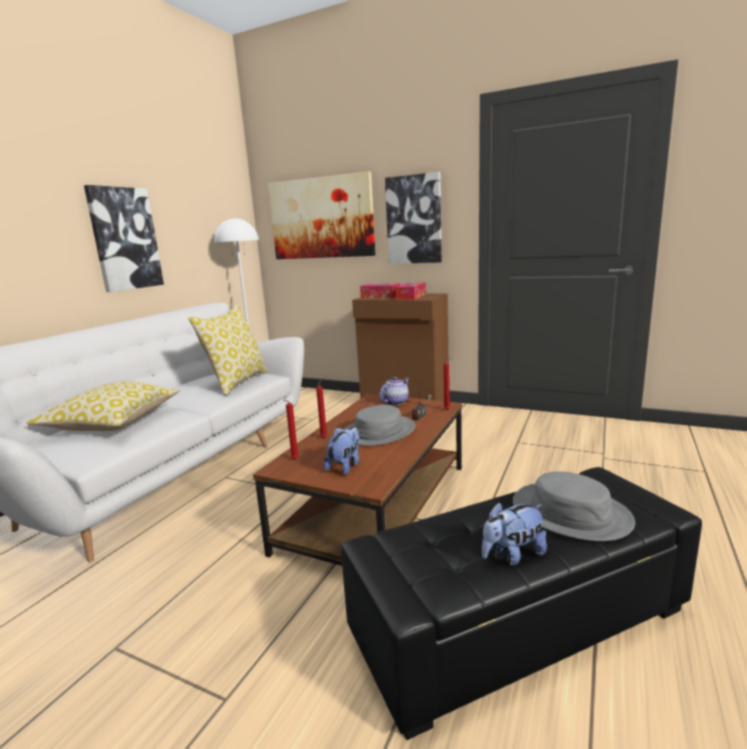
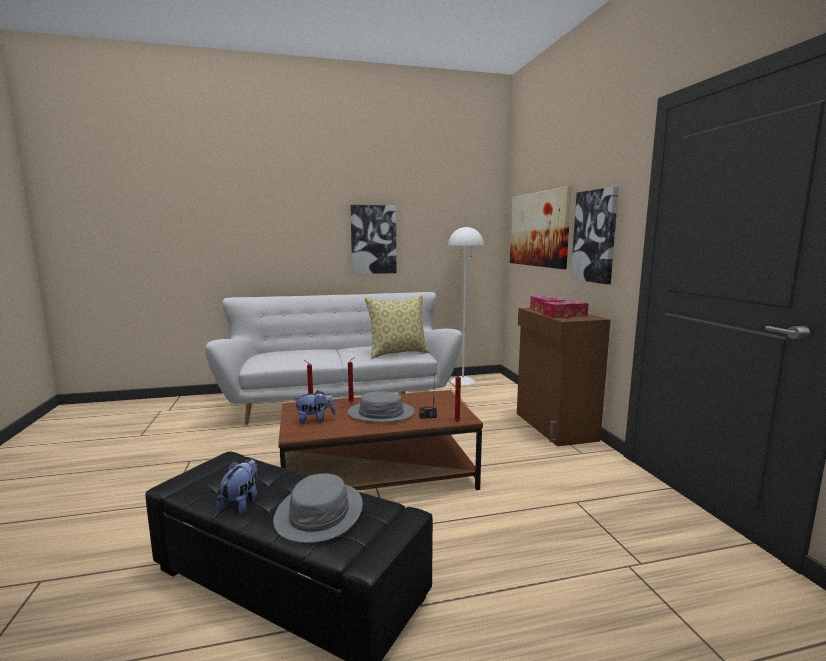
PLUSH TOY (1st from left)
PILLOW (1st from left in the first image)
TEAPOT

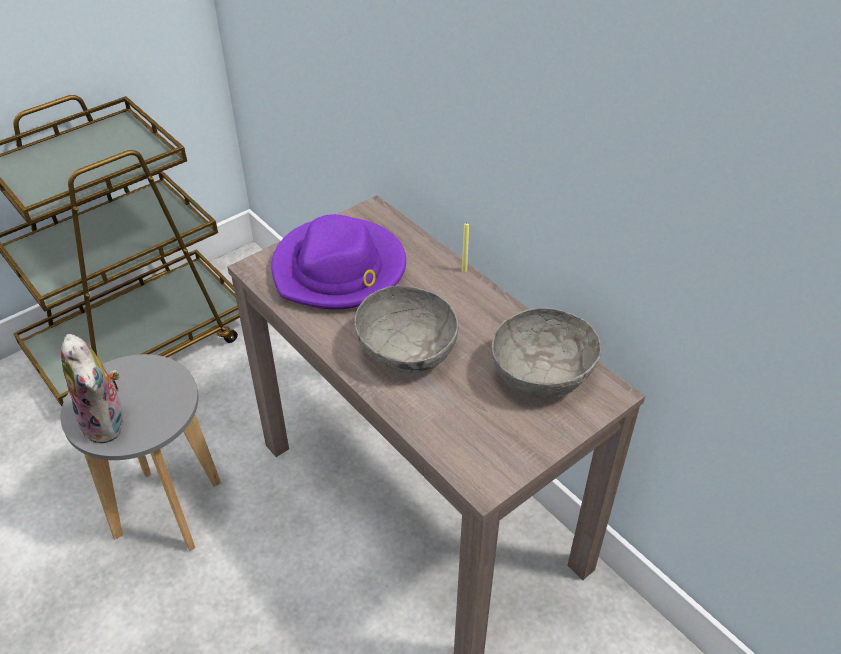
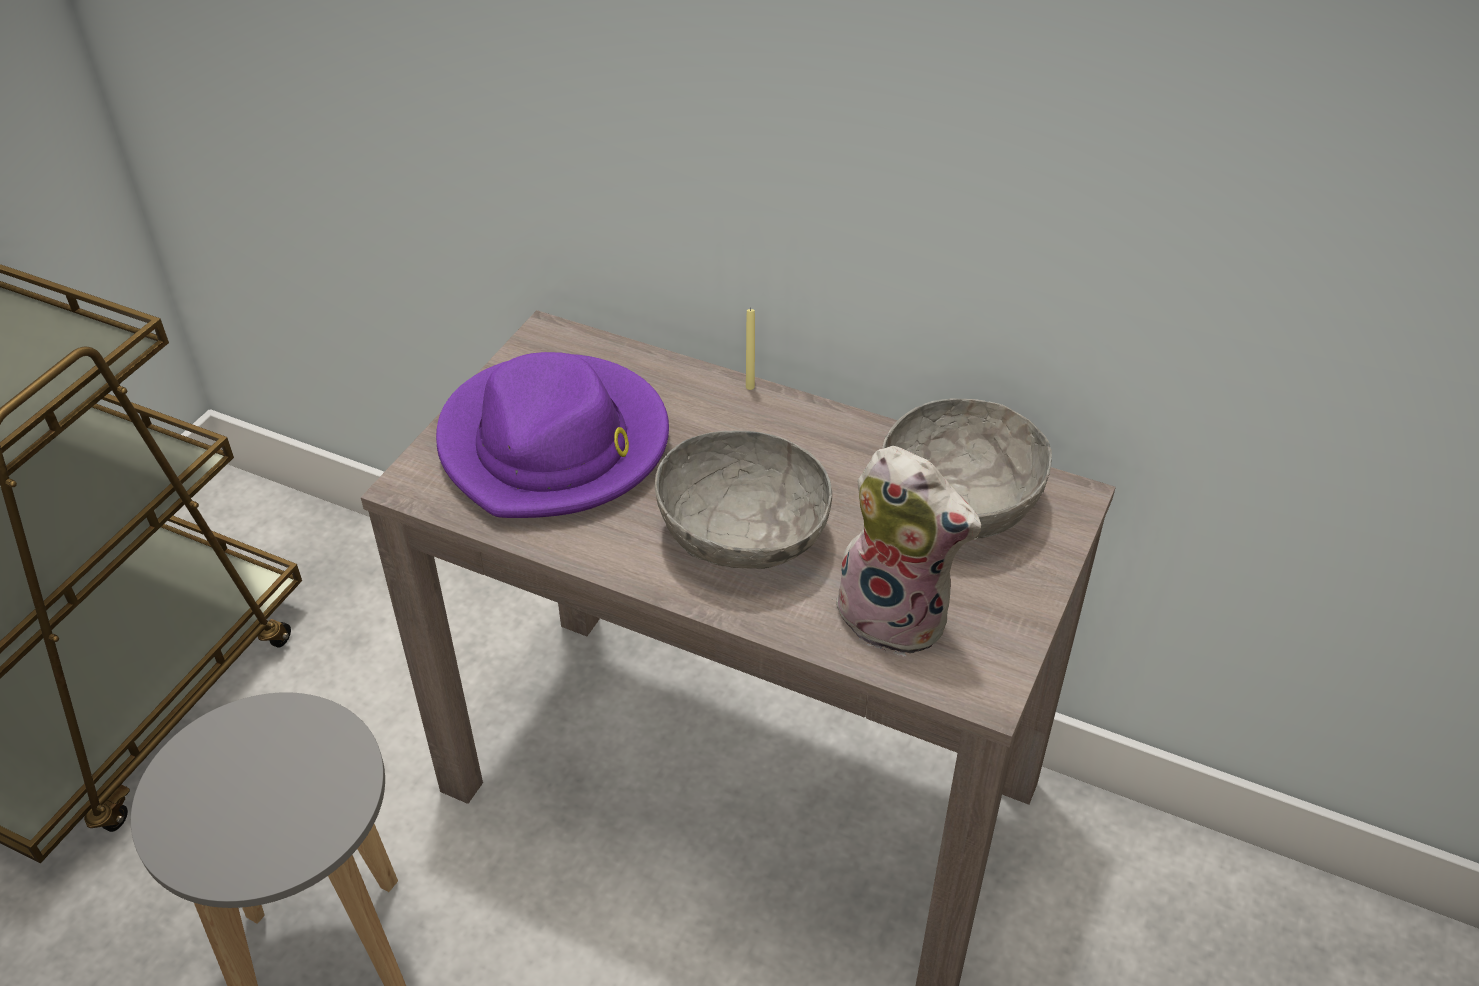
PLUSH TOY

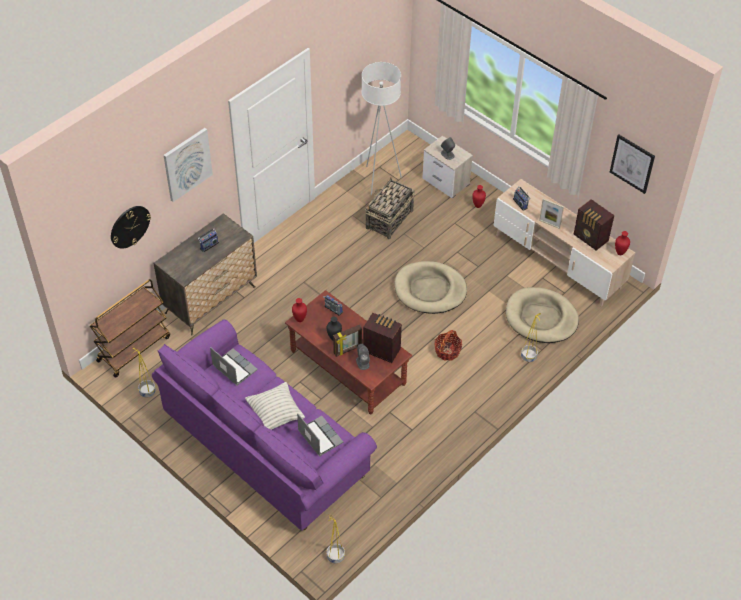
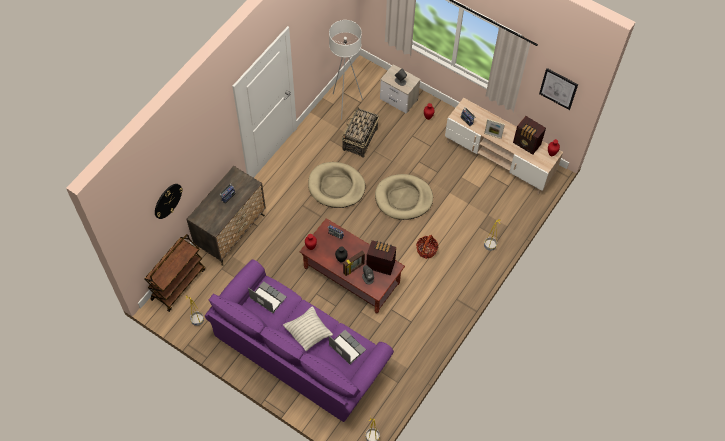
BEIGE DOG BED (1st from left)
PICTURE (1st from left in the first image)

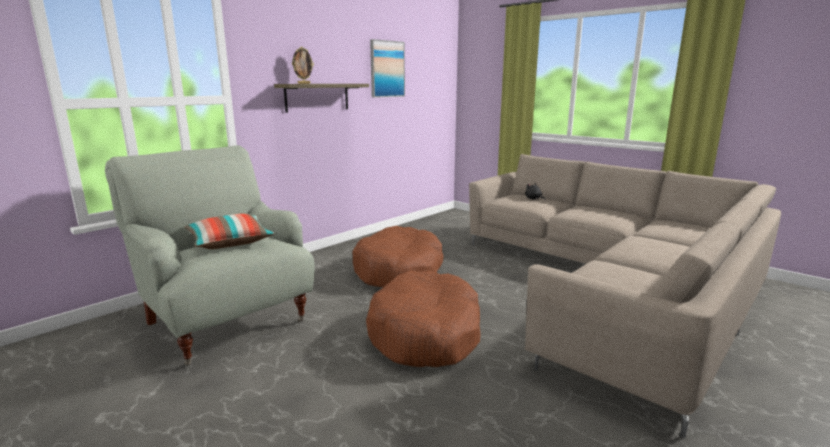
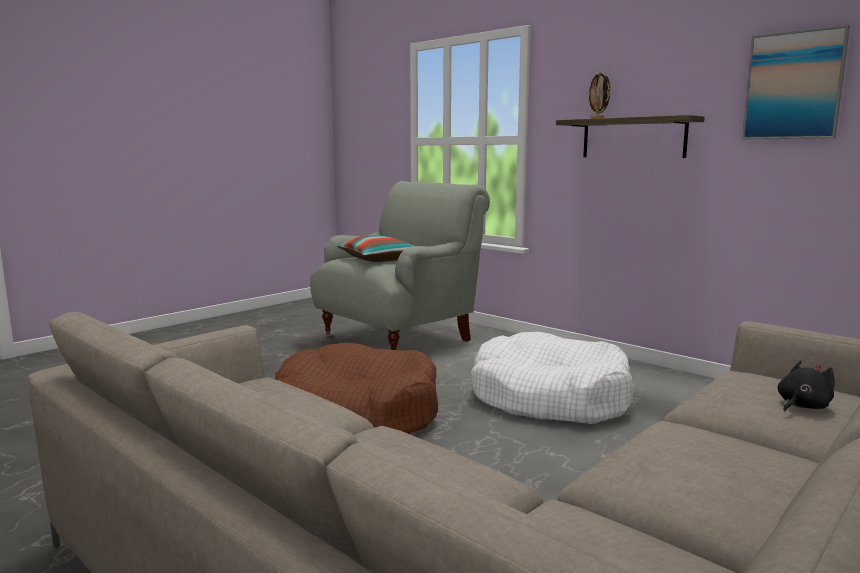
WHITE DOG BED

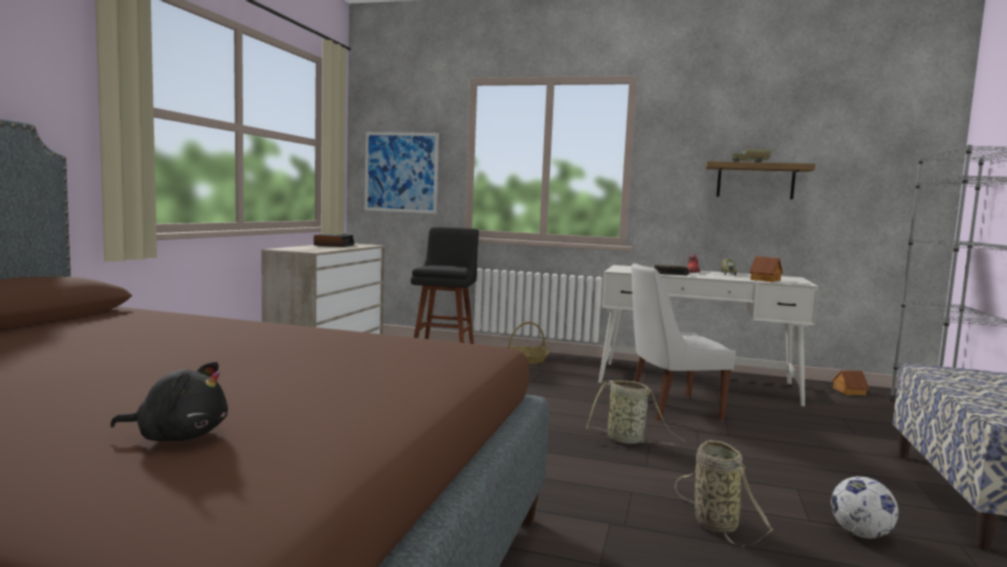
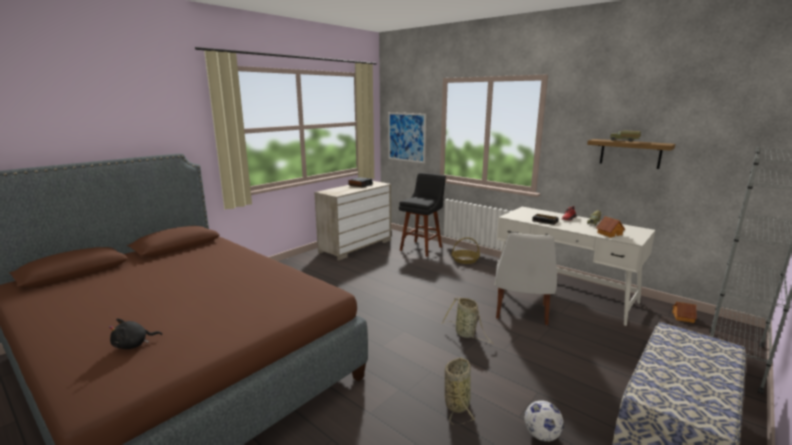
BLACK PLUSH TOY
WHITE CHAIR

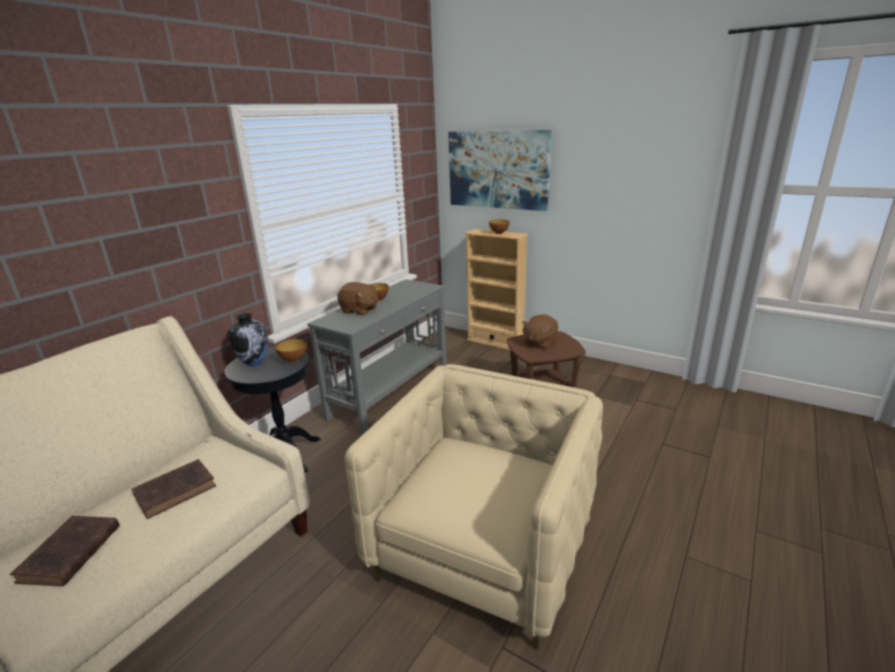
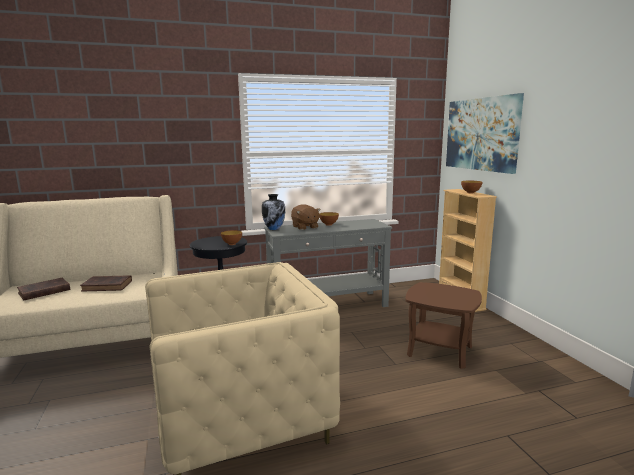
VASE
BROWN PLUSH TOY (2nd from left in the first image)

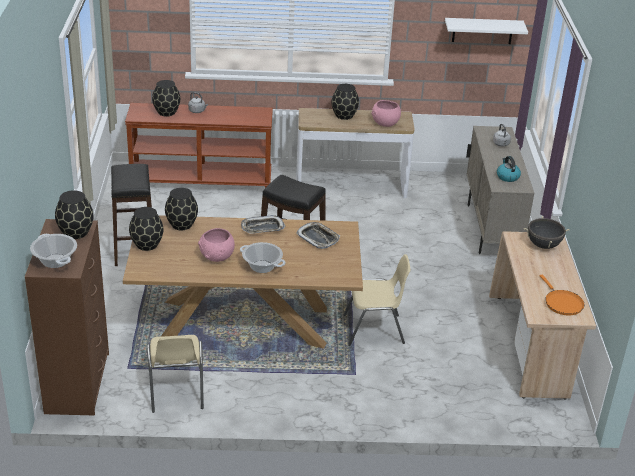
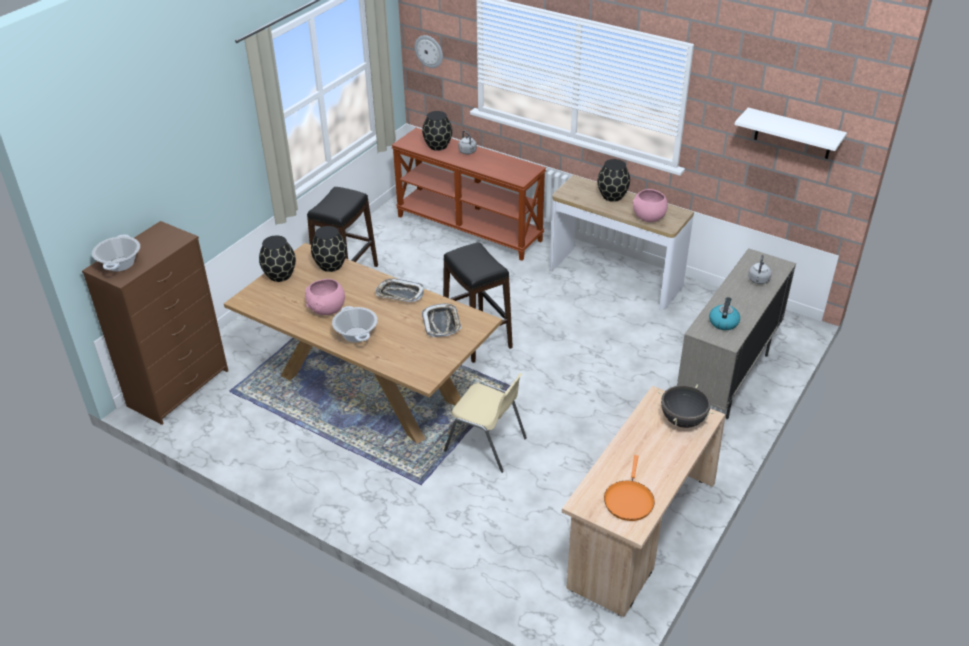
WALL CLOCK
BLACK VASE (1st from left in the first image)
BEIGE CHAIR (1st from left in the first image)

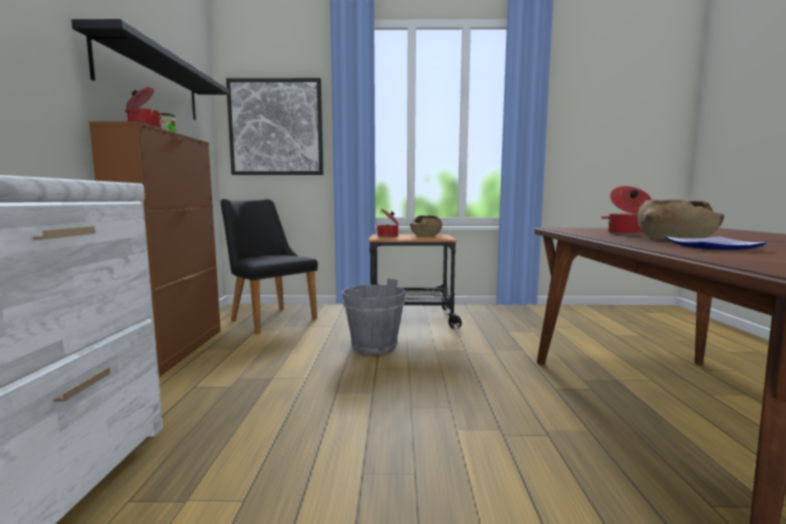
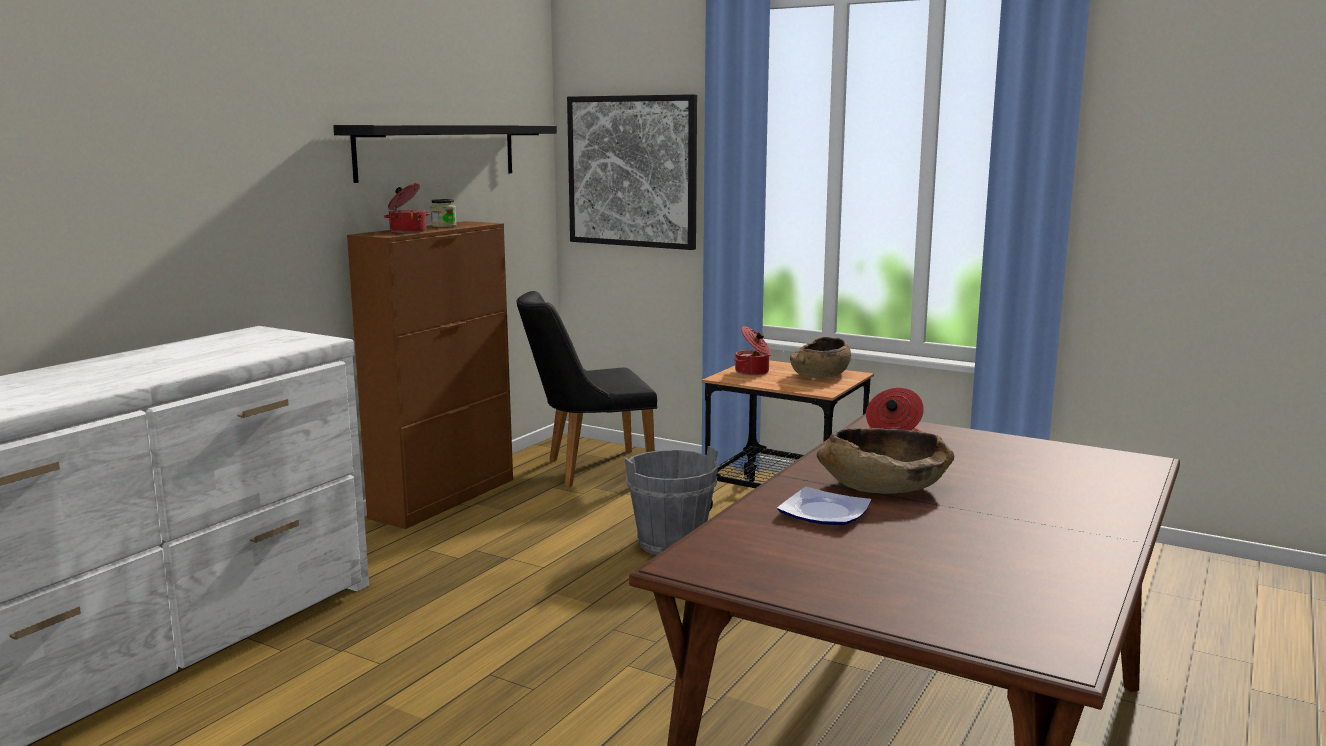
BLACK CHAIR

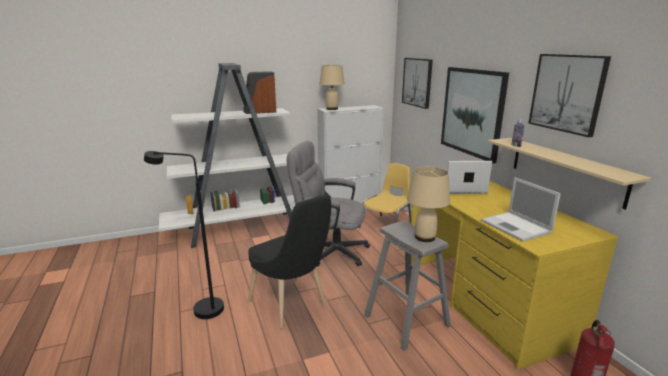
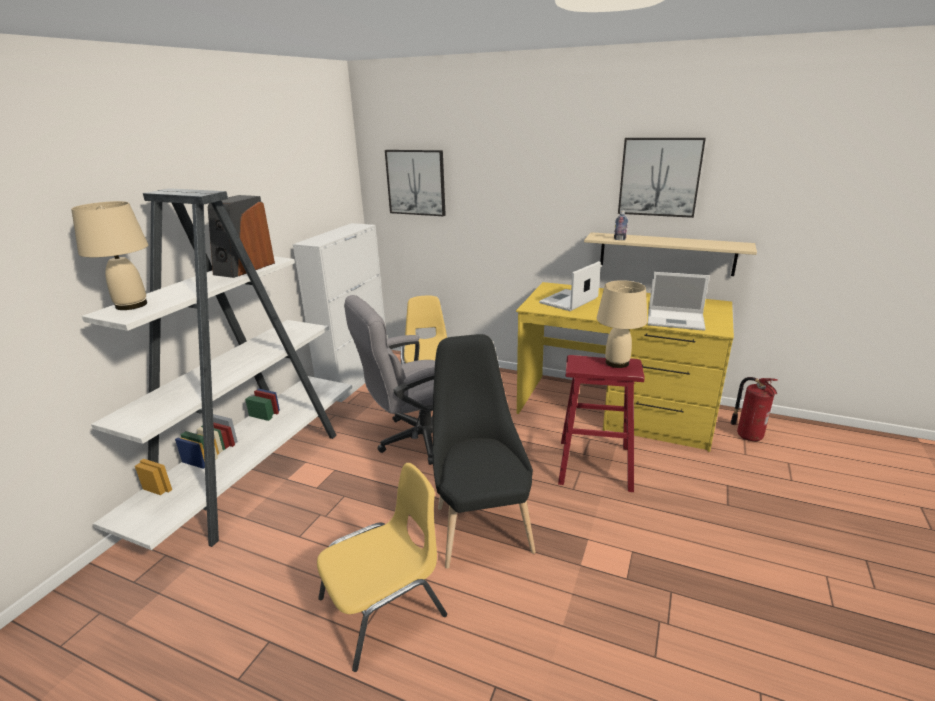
BEIGE TABLE LAMP (1st from left)
YELLOW CHAIR (1st from left)
BLACK CHAIR
RED STOOL
PICTURE (2nd from left in the first image)

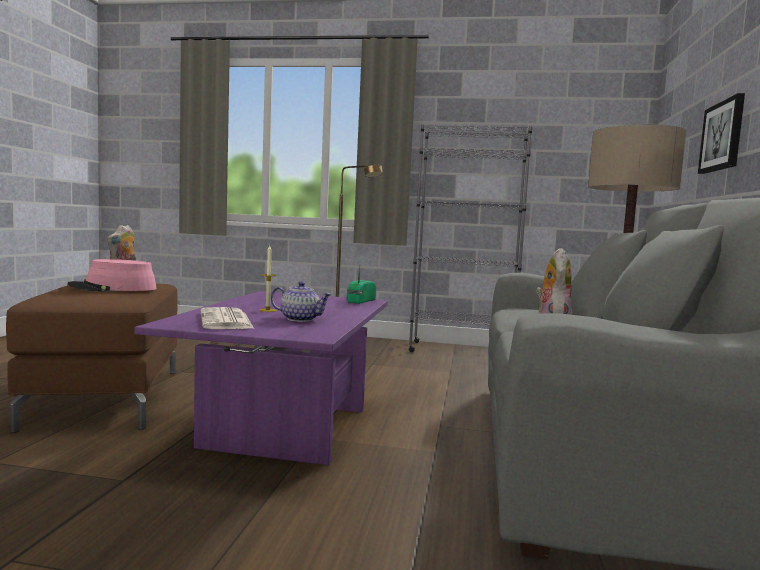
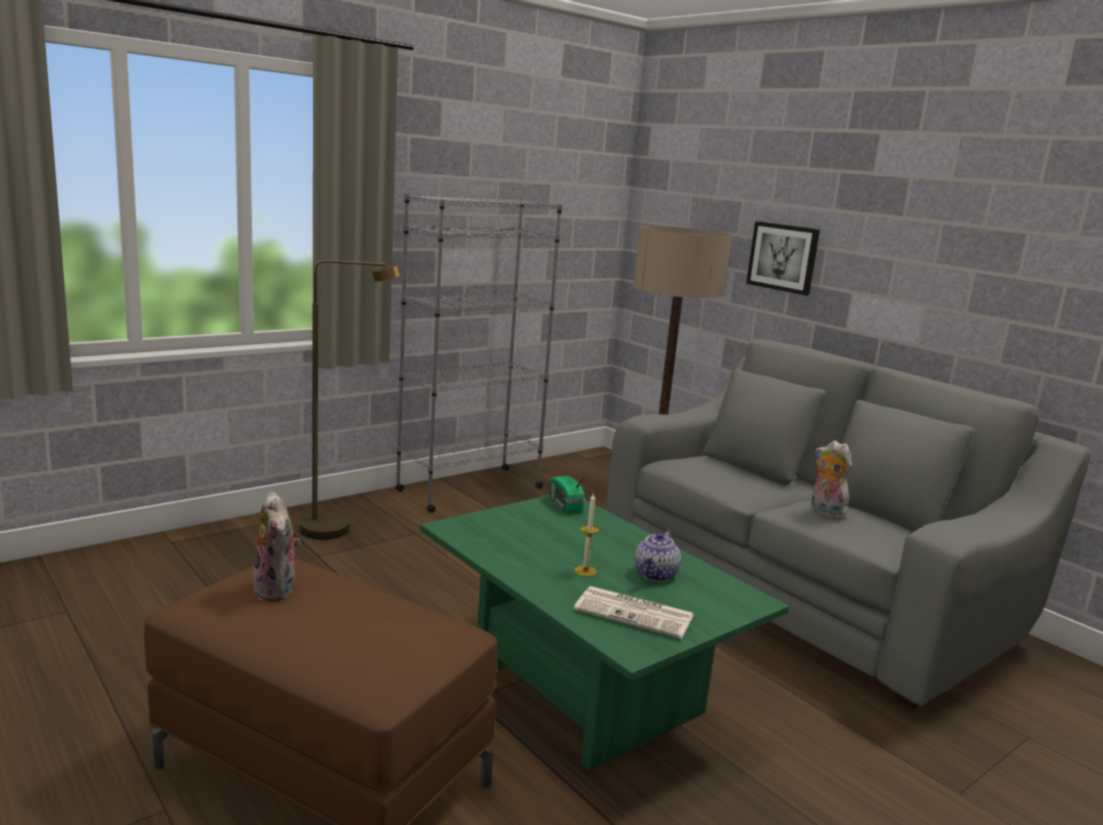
GREEN COFFEE TABLE
TEAPOT
PINK HAT

